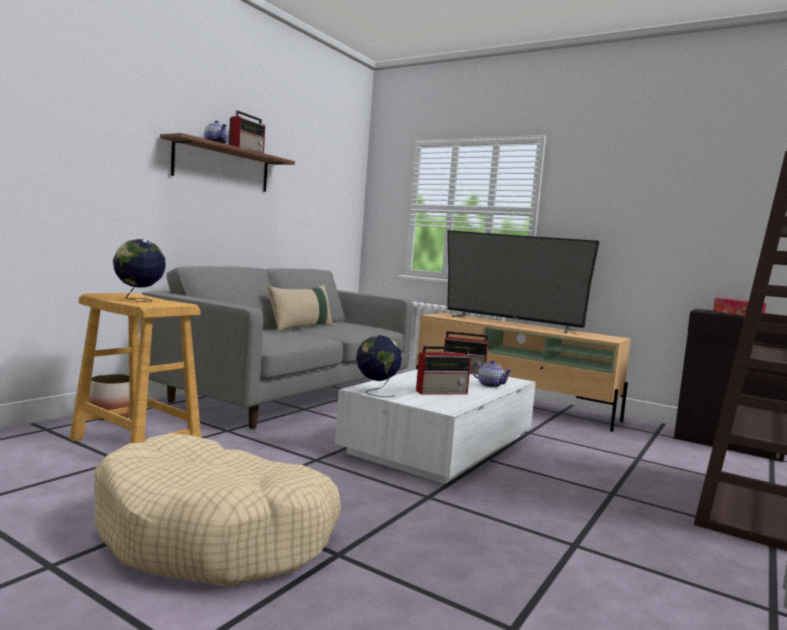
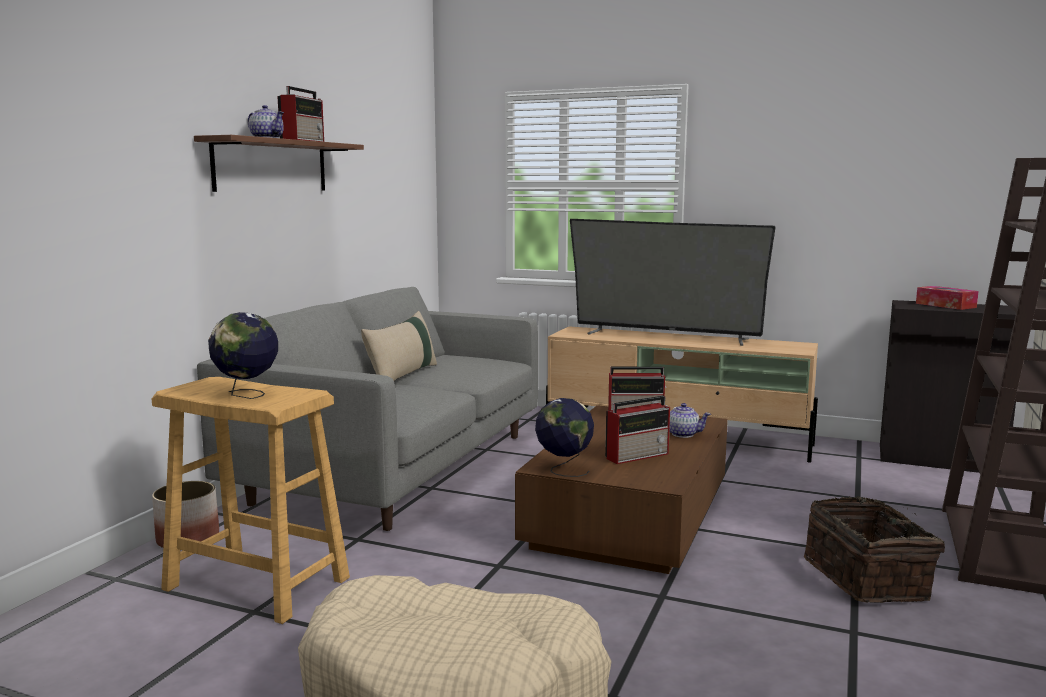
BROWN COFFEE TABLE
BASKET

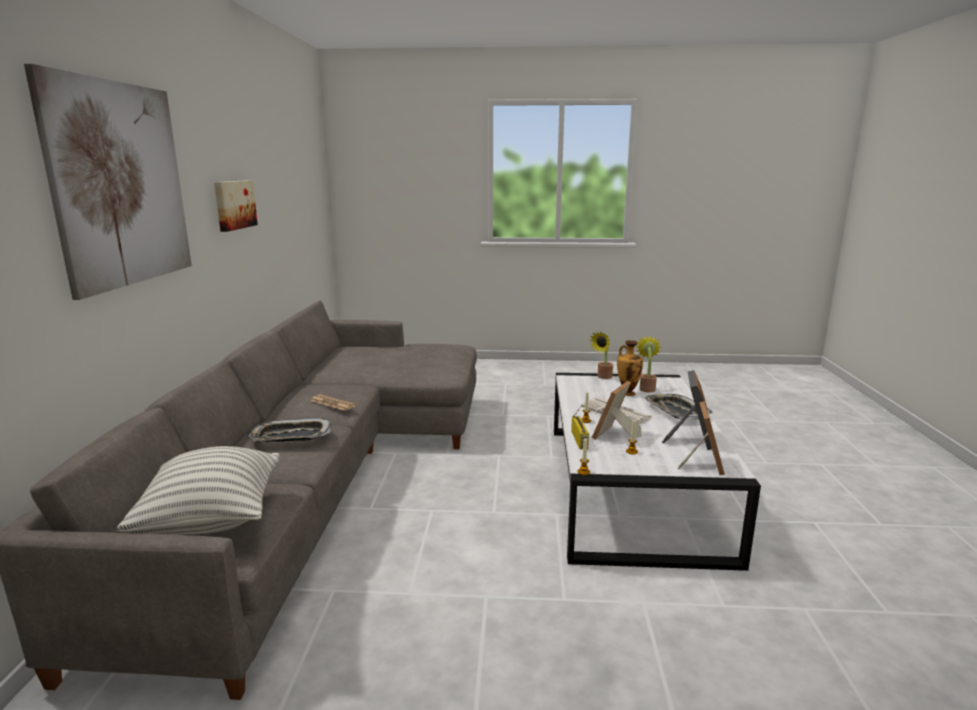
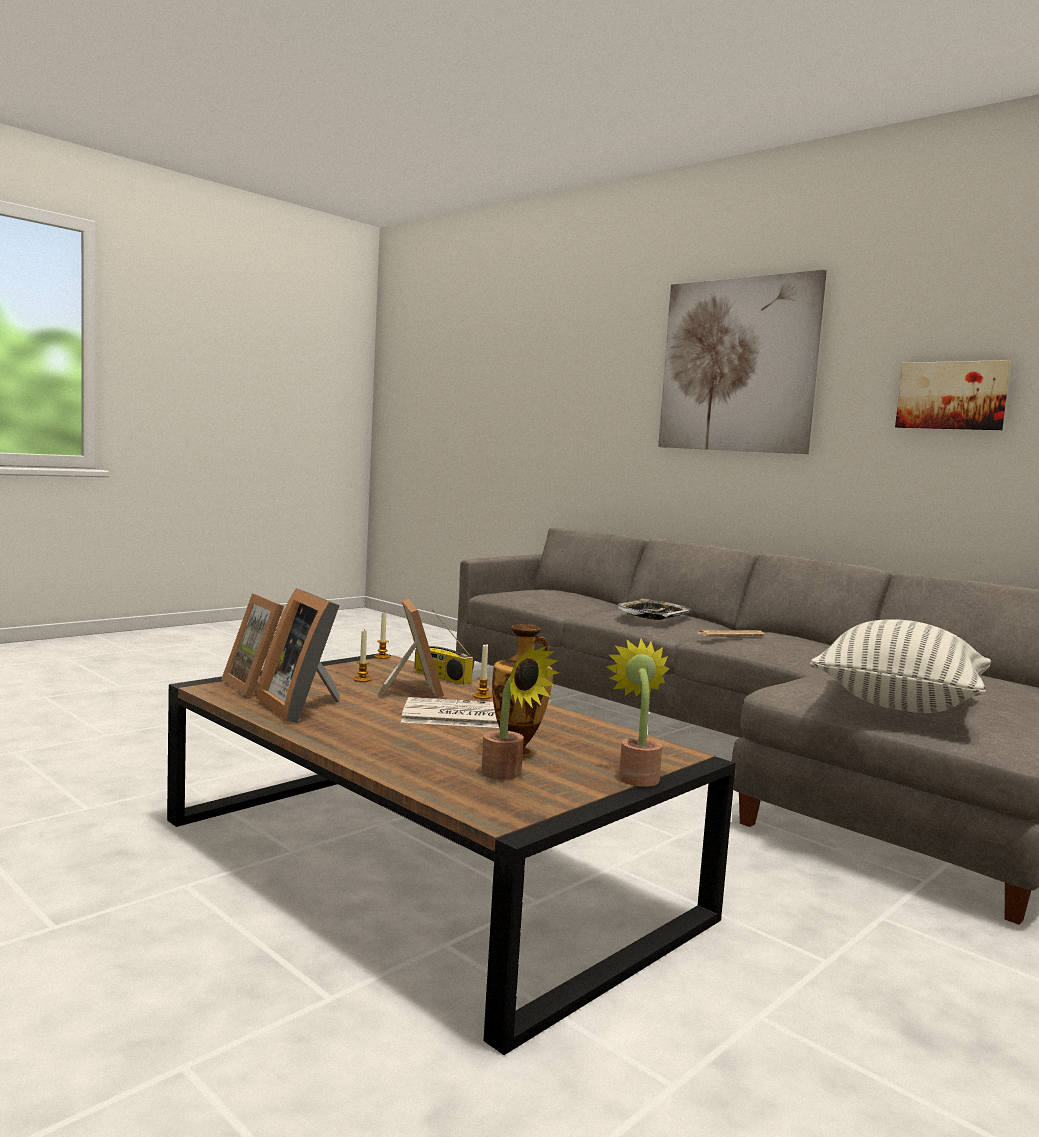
BROWN COFFEE TABLE
PILLOW
TRAY (2nd from left in the first image)

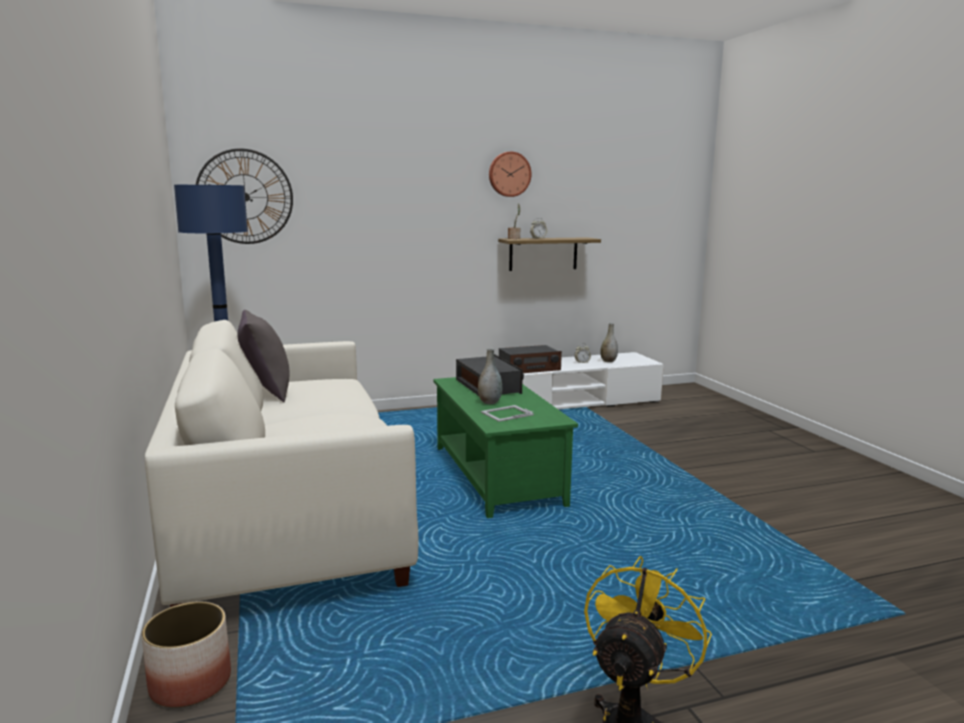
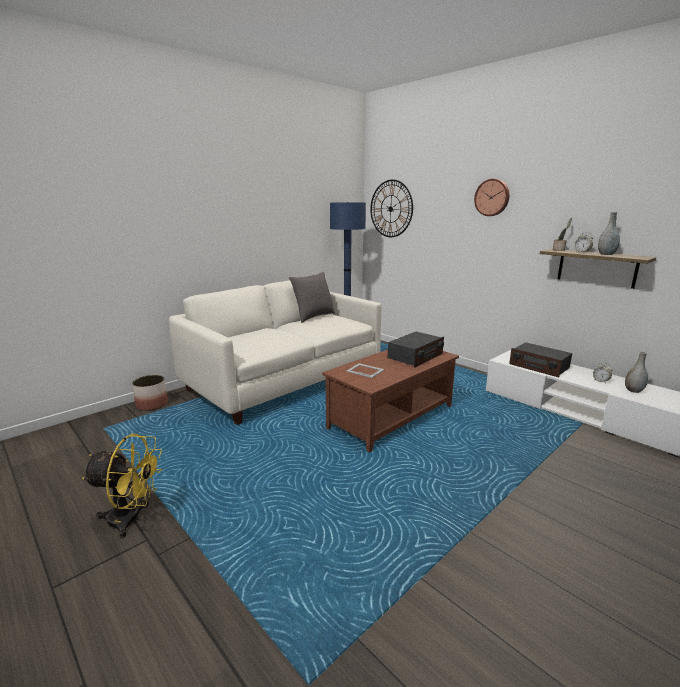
BROWN COFFEE TABLE
WALL CLOCK (2nd from left)
GREY VASE (1st from left)

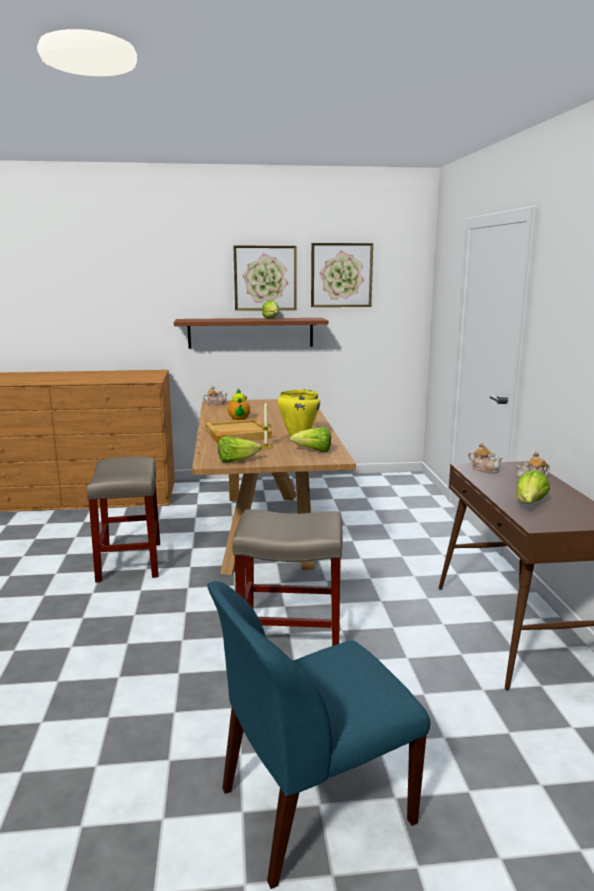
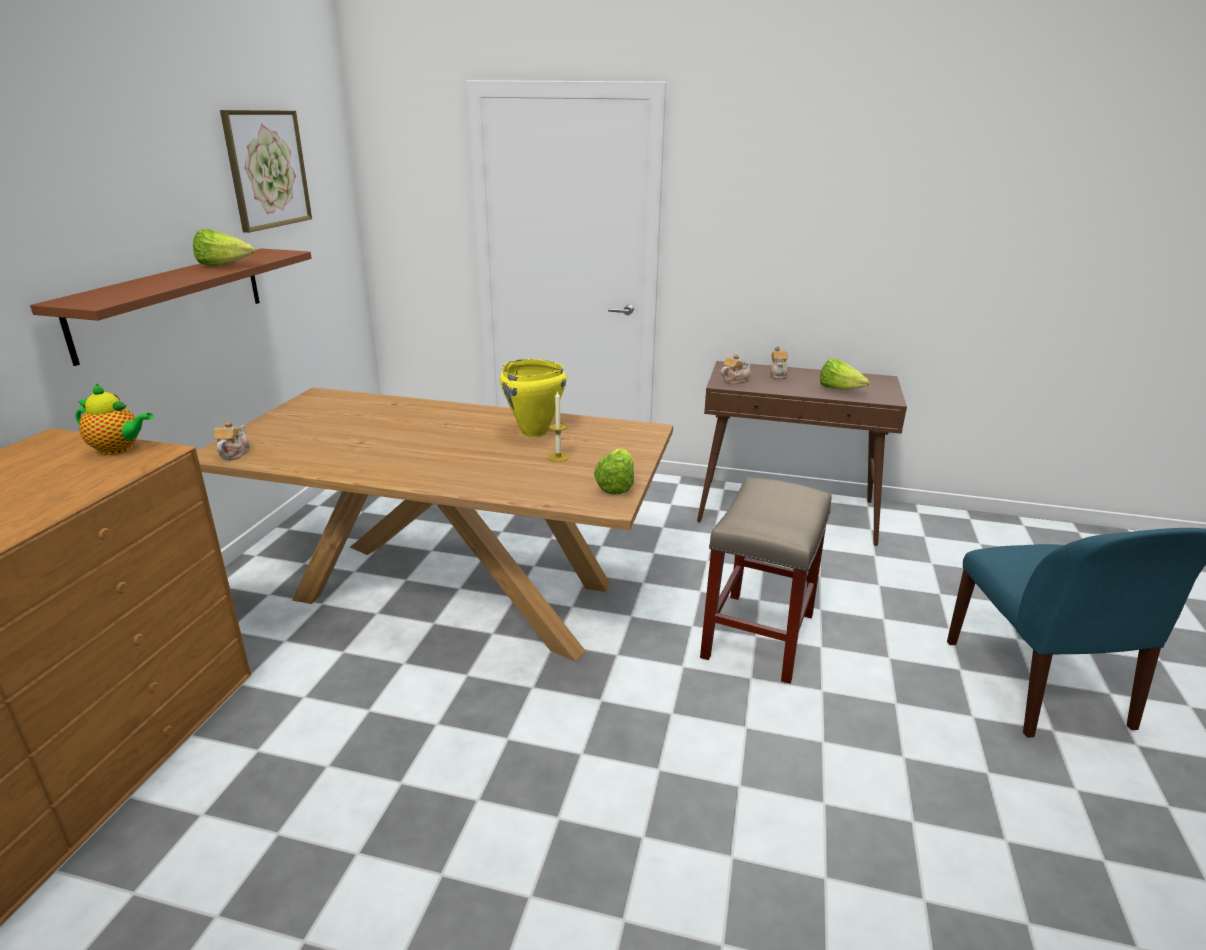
TEAPOT (1st from left)
BEIGE STOOL (1st from left in the first image)
BEIGE TRAY
PICTURE (1st from left in the first image)
LETTUCE (3rd from left in the first image)

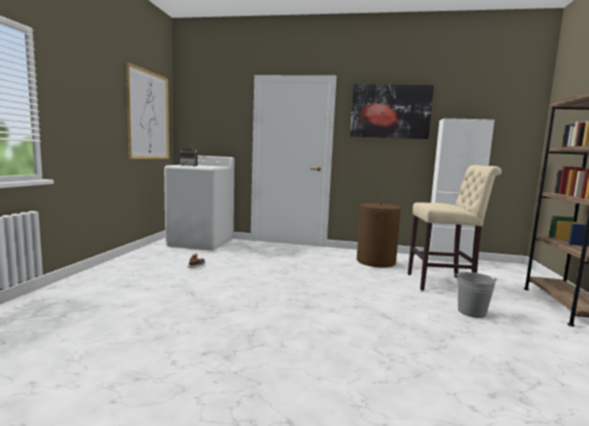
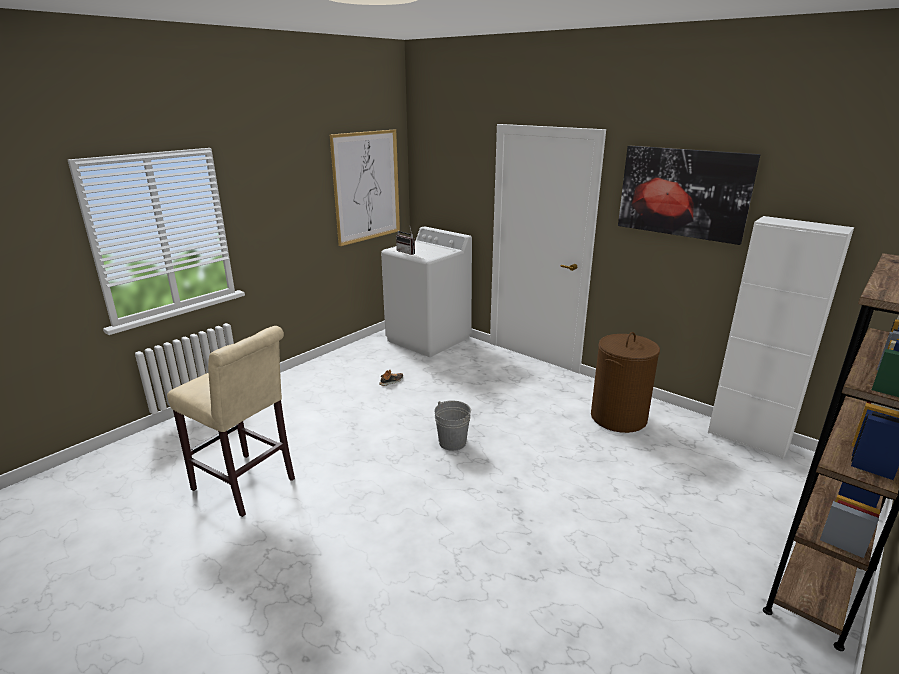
BEIGE STOOL
GREY BUCKET

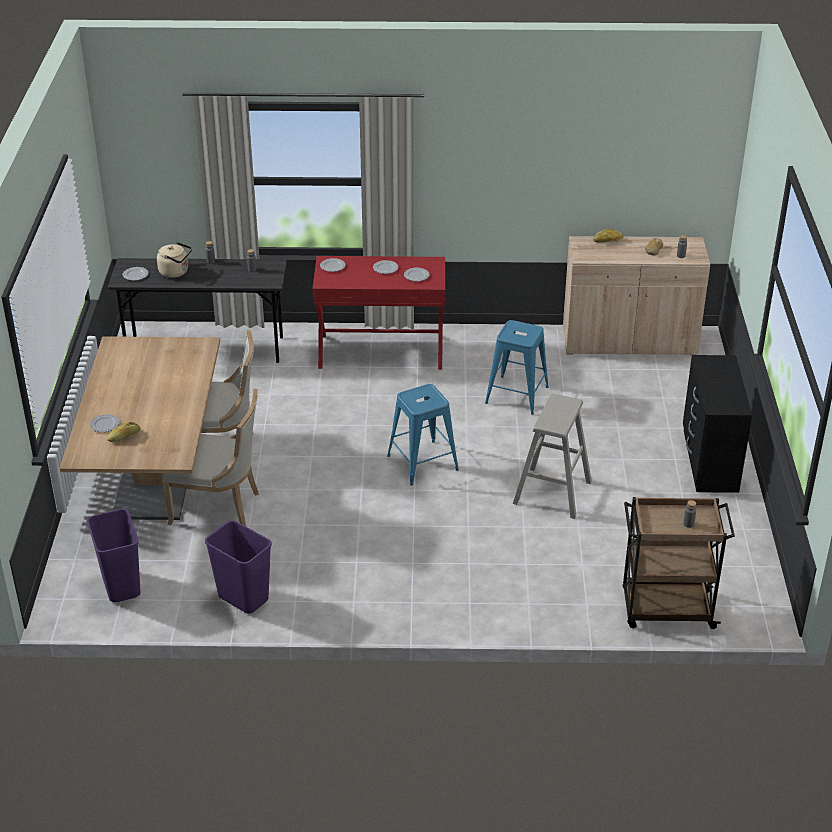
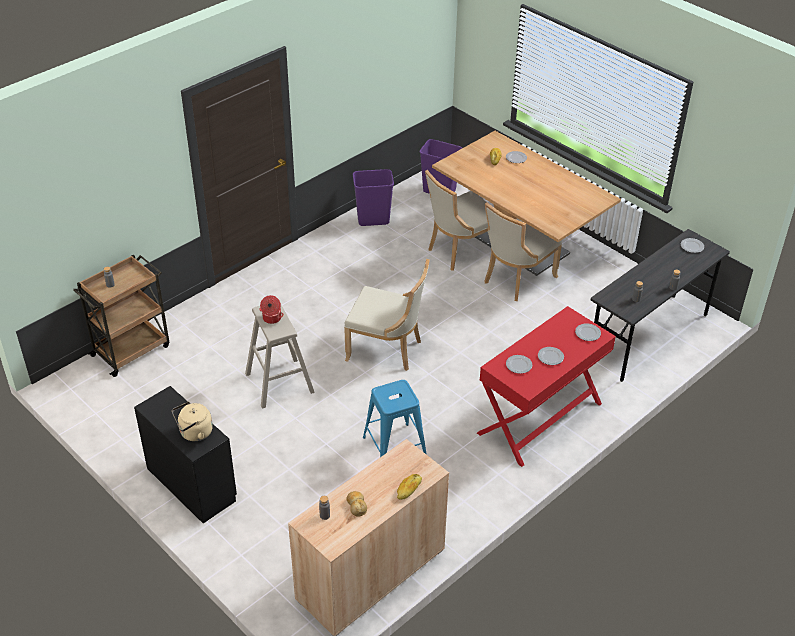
BEIGE KETTLE
COOKING POT
BEIGE CHAIR (1st from left)

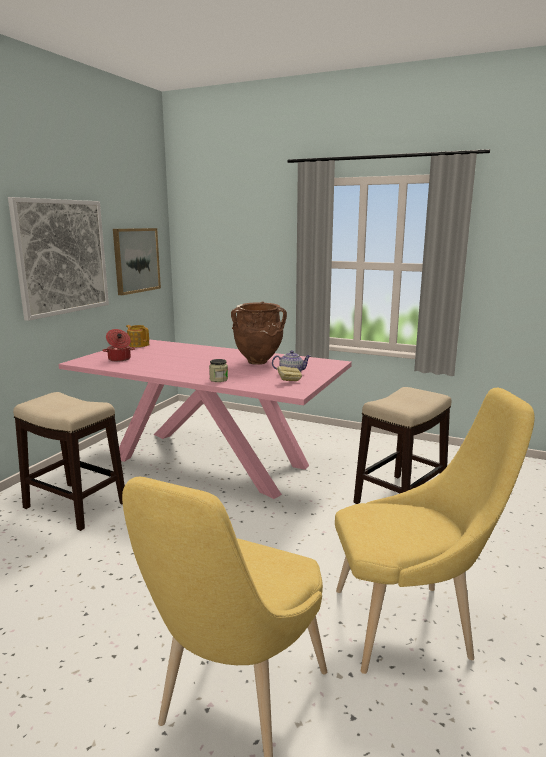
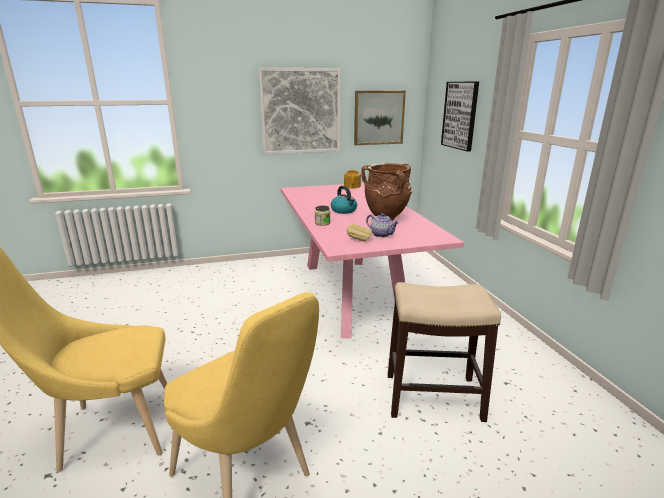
KETTLE
PICTURE (3rd from left)
STOOL (1st from left in the first image)
COOKING POT

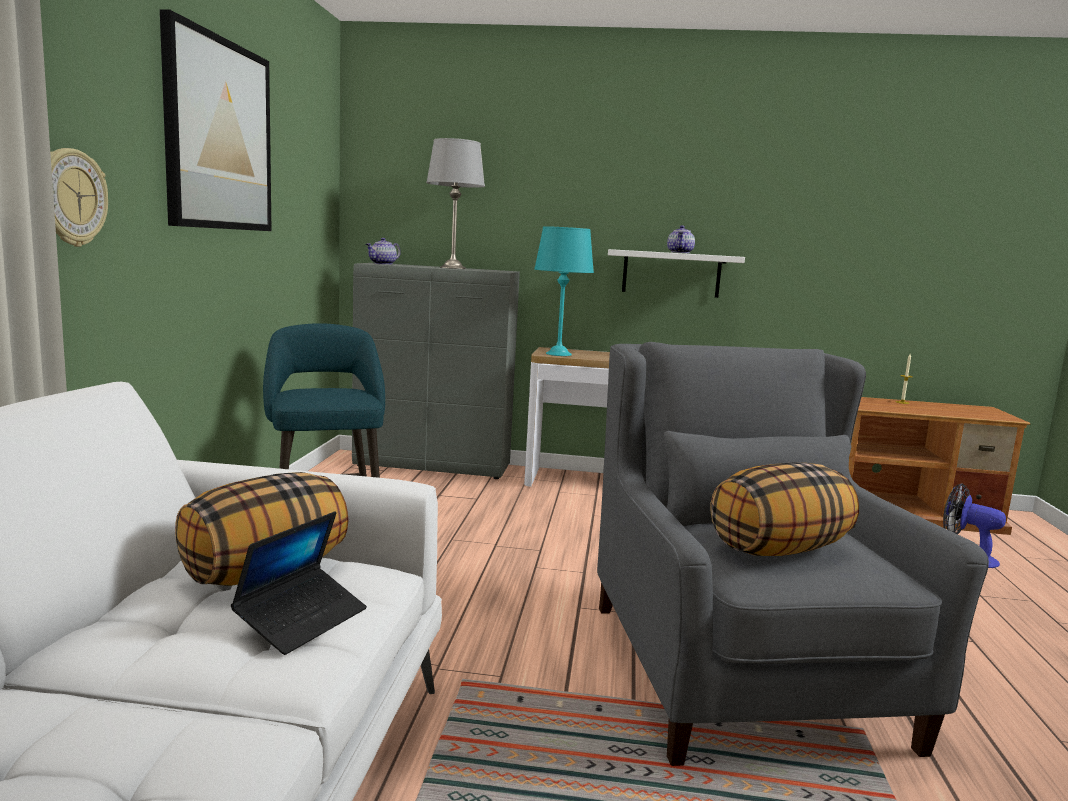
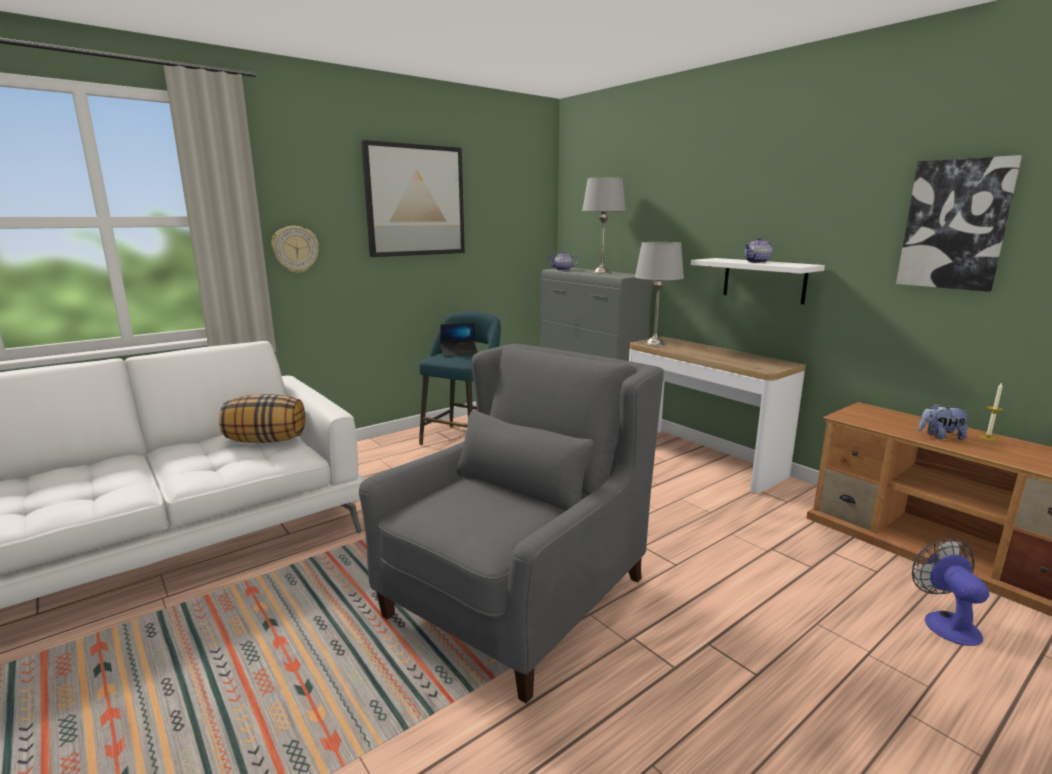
LAPTOP
GREY TABLE LAMP (2nd from left)
PICTURE (2nd from left)
PLUSH TOY
PILLOW (2nd from left in the first image)

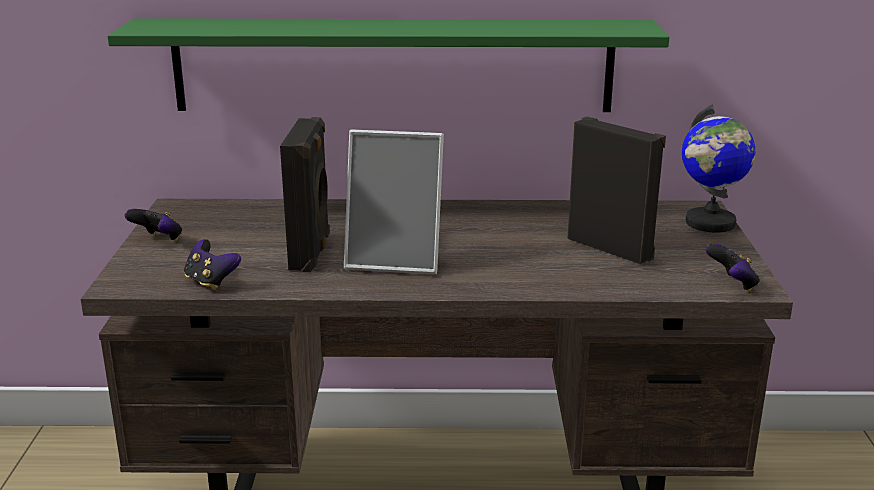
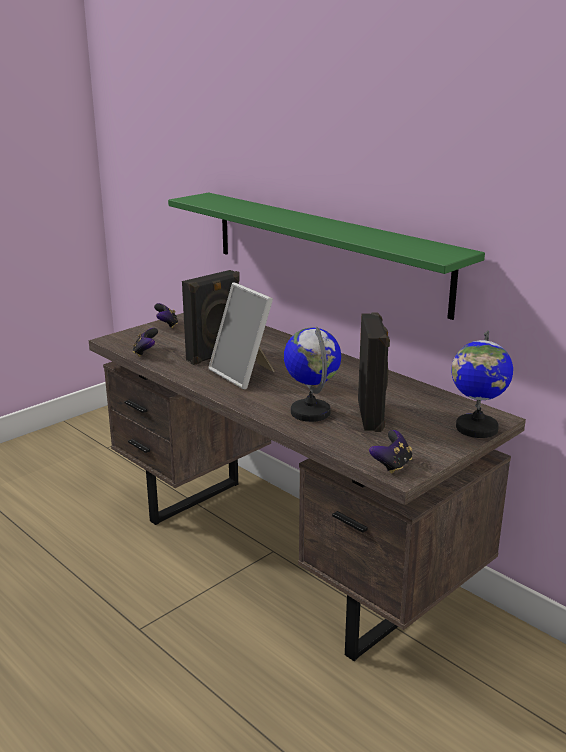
GLOBE (1st from left)

